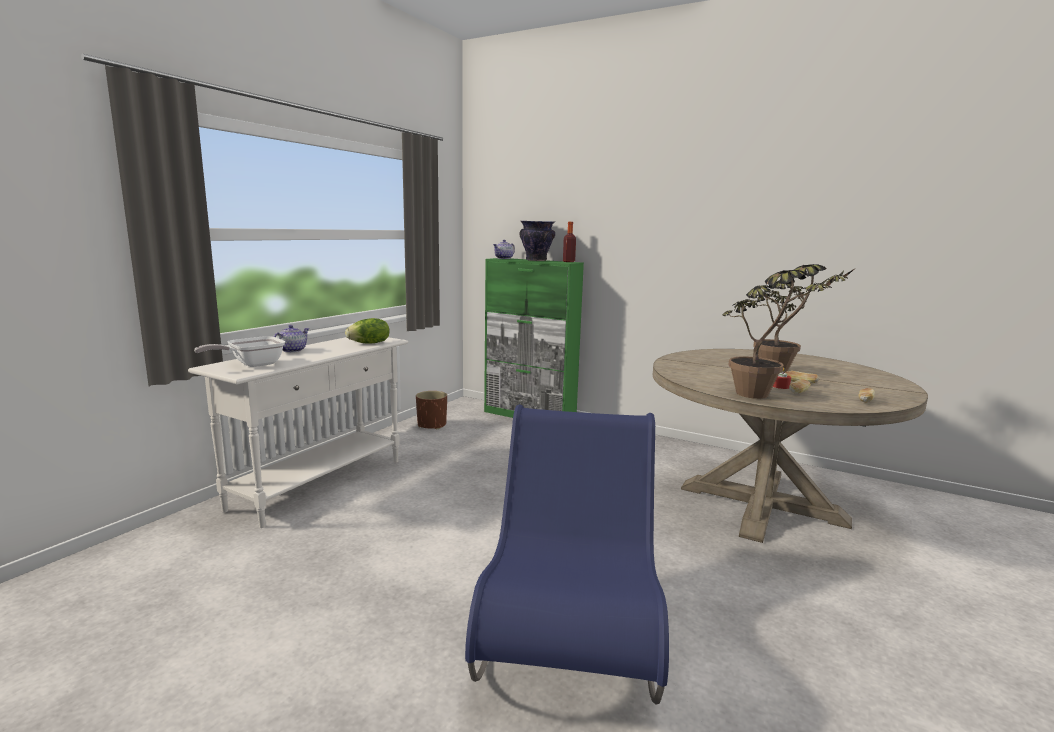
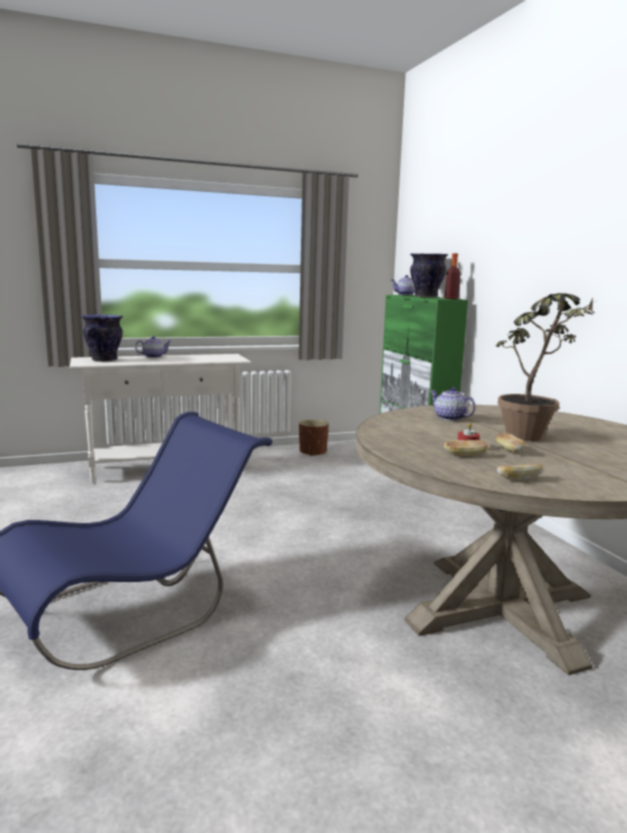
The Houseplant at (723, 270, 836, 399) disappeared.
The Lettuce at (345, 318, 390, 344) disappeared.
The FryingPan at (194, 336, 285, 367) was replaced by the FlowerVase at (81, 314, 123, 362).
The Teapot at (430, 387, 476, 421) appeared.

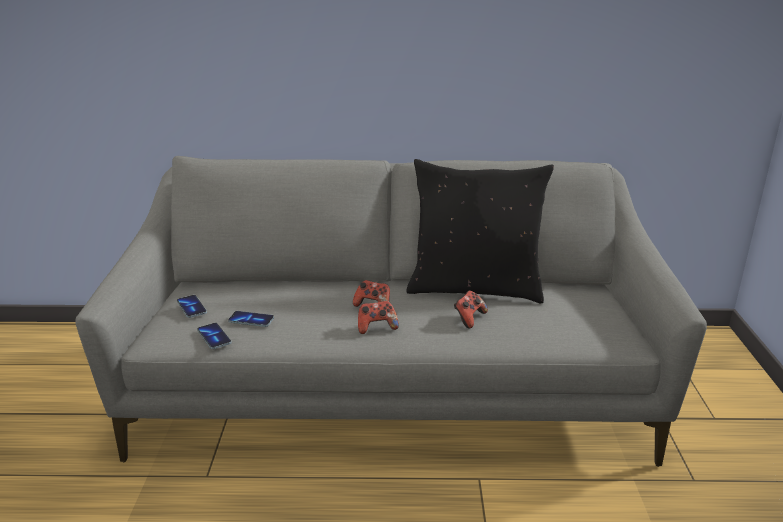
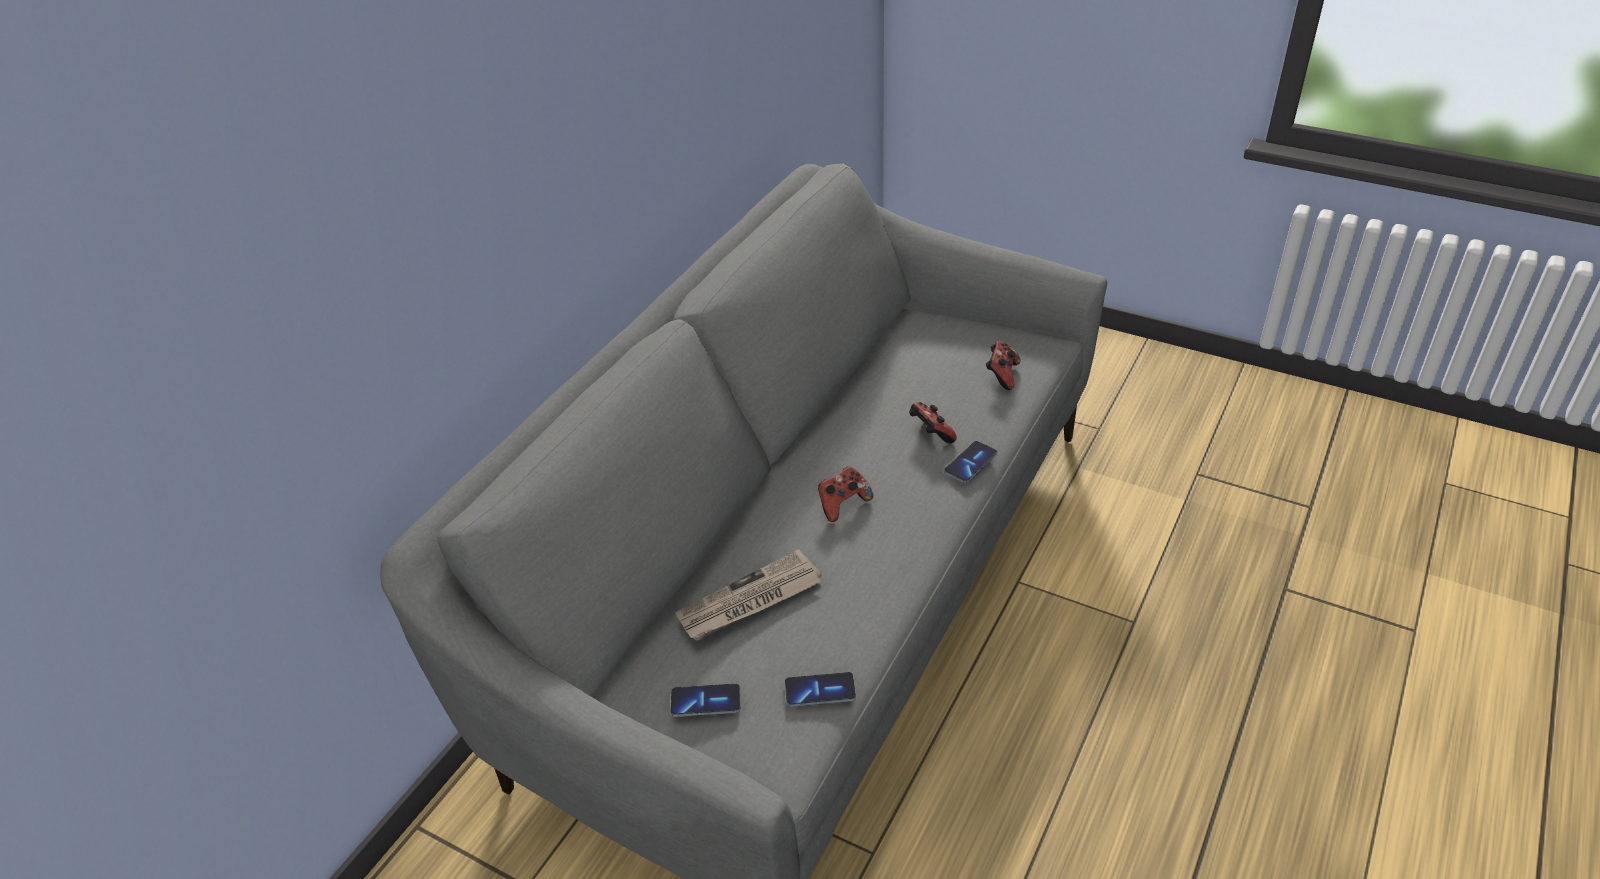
The BlackColouredThrowPillow at (406, 159, 554, 304) disappeared.
The Gamepad moved from (358, 301, 399, 334) to (986, 341, 1020, 390).
The Handset moved from (228, 311, 274, 327) to (944, 441, 997, 483).
The DailyPaper at (675, 549, 822, 641) appeared.

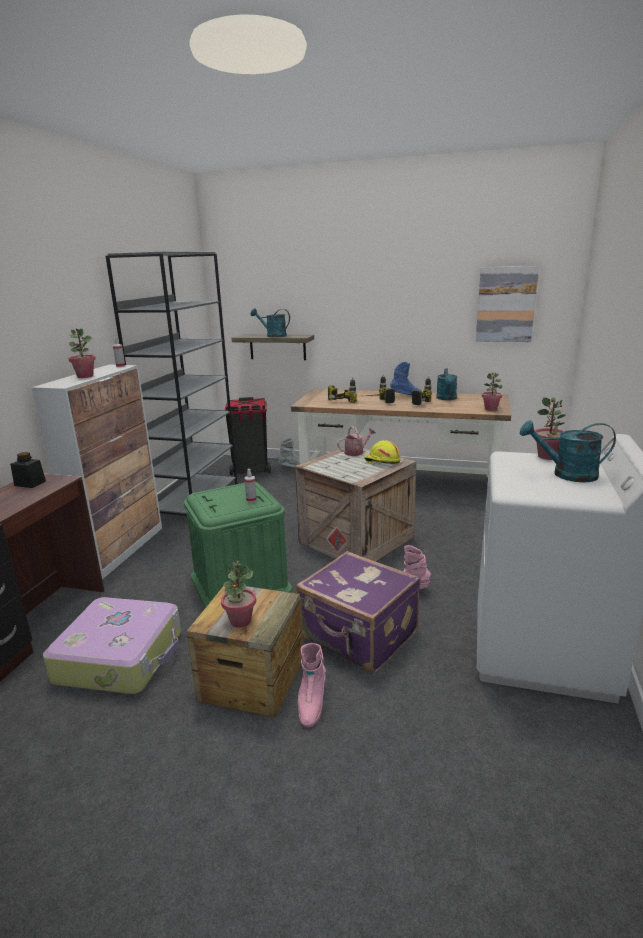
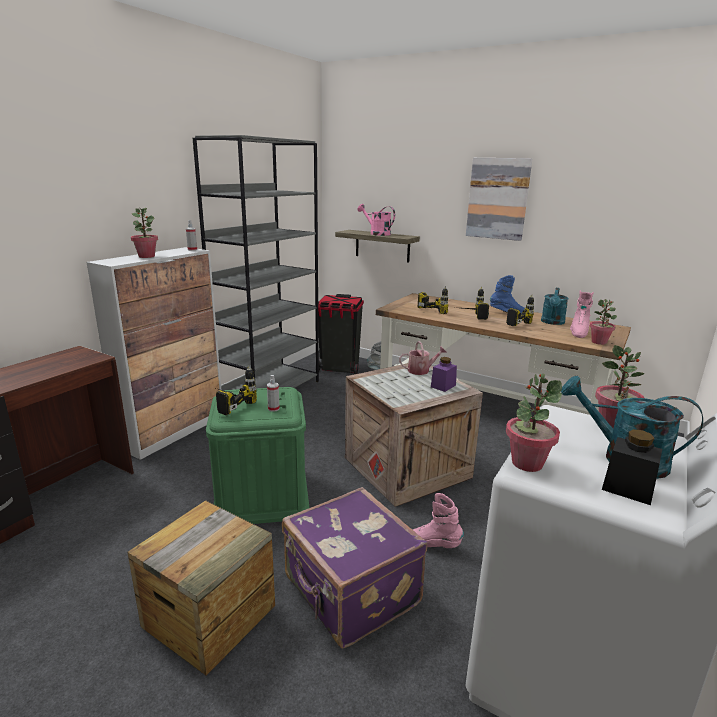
The Picture moved from (476, 266, 539, 342) to (466, 158, 532, 241).
The TurquoiseWateringPot at (250, 308, 290, 337) became the PinkColouredWateringPot at (357, 204, 395, 236).
The YellowishSafetyHelmet at (364, 440, 401, 464) was replaced by the PurpleColouredJar at (431, 357, 457, 392).
The BlackColouredJar moved from (10, 452, 46, 488) to (602, 429, 662, 505).
The Houseplant moved from (221, 561, 256, 628) to (506, 374, 562, 472).
The PieceOfLuggage at (43, 597, 181, 694) disappeared.
The PinkColouredTallBoot moved from (298, 643, 326, 728) to (570, 291, 594, 338).
The Drill at (216, 366, 257, 415) appeared.

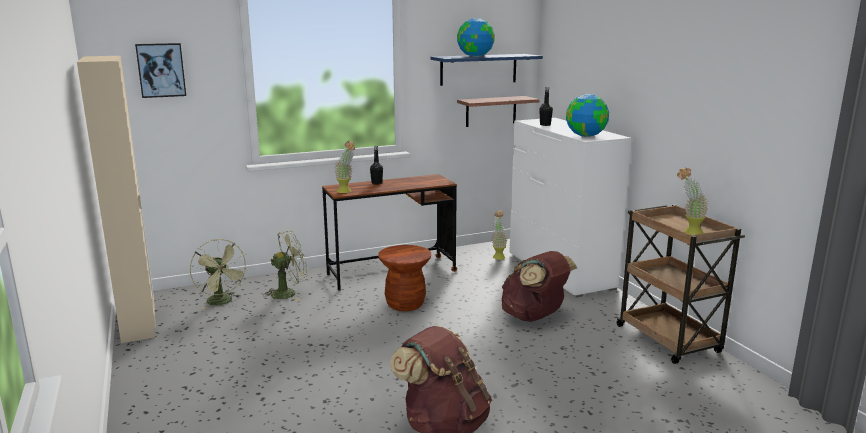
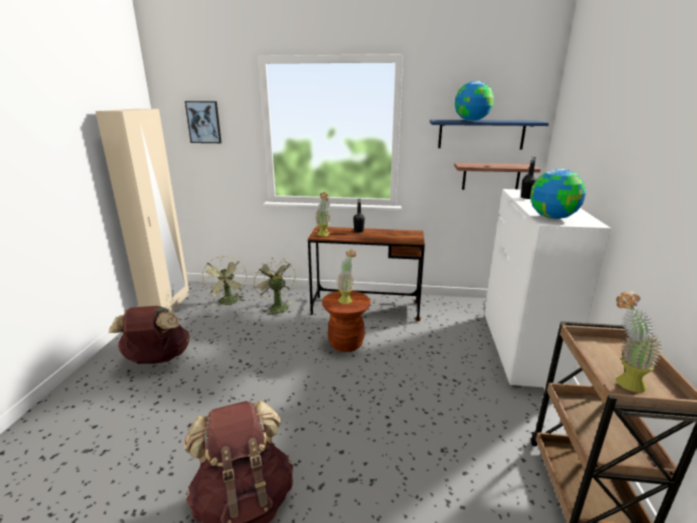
The Houseplant moved from (491, 210, 508, 260) to (336, 249, 357, 304).
The GreenishFan at (263, 231, 308, 301) turned 120 degrees counterclockwise.
The BrownColouredKnapsack moved from (502, 251, 577, 322) to (109, 306, 190, 364).

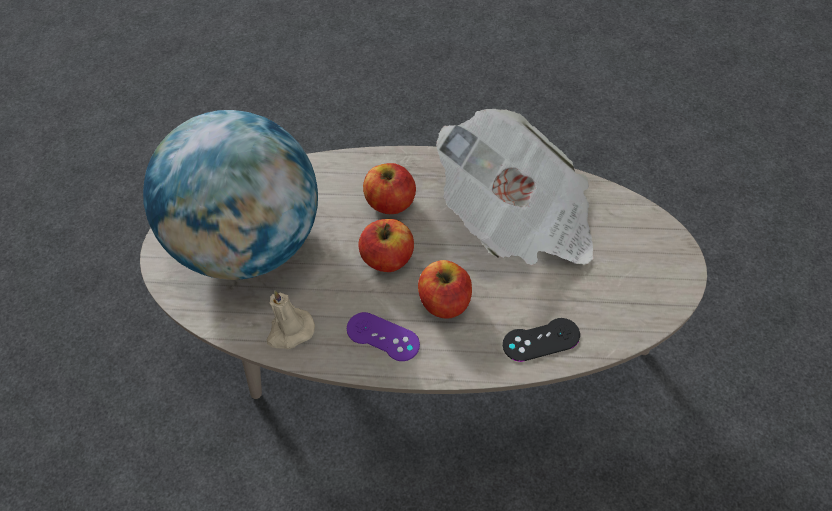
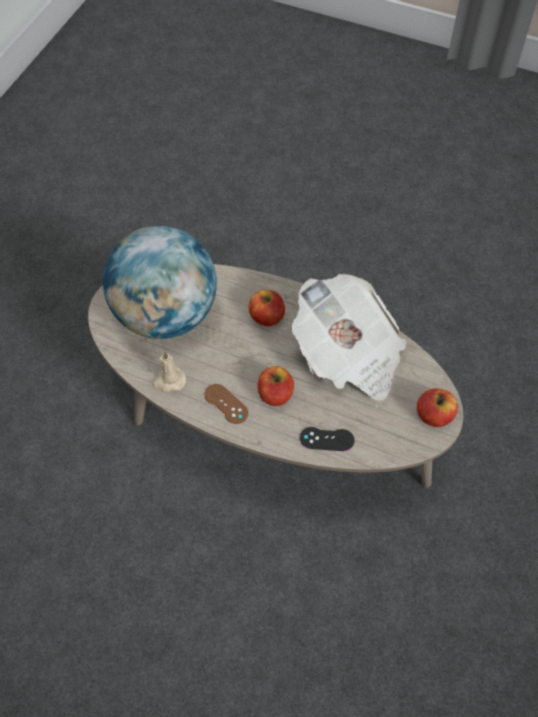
The AppleFruit moved from (358, 219, 414, 272) to (417, 389, 458, 427).
The PurpleColouredGamepad at (347, 312, 420, 361) became the BrownColouredGamepad at (205, 384, 248, 424).

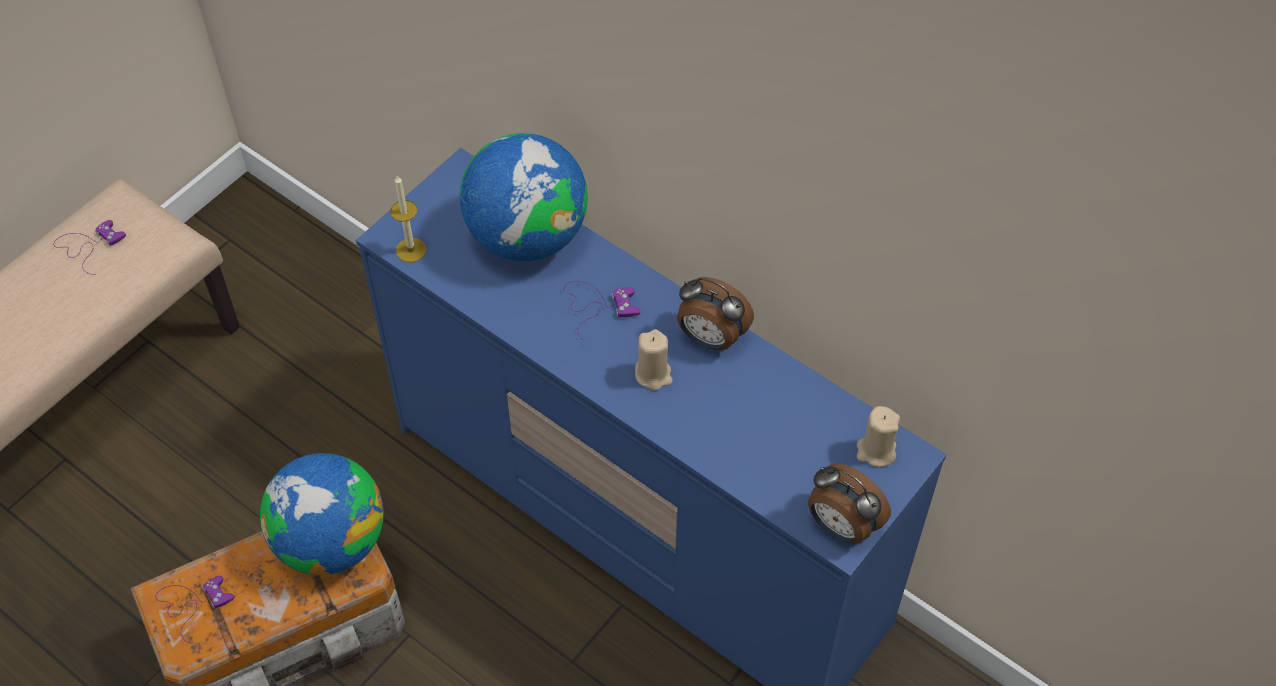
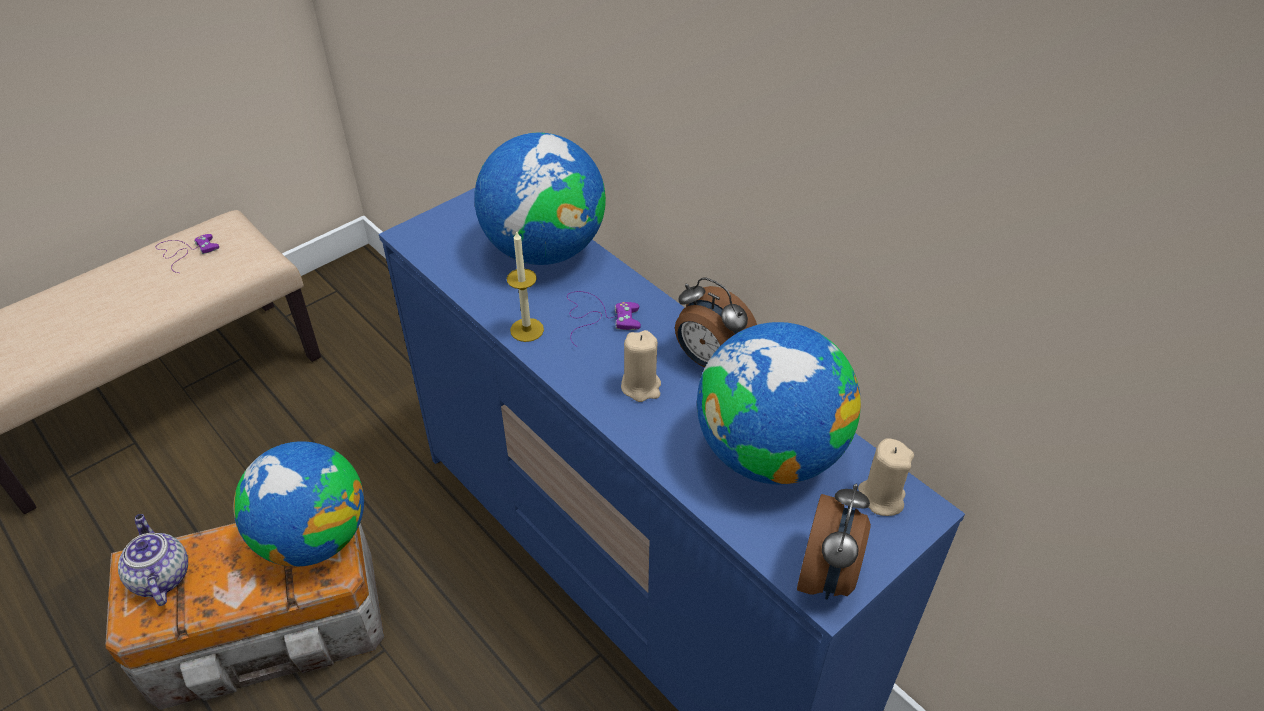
The Candle moved from (390, 176, 427, 262) to (507, 230, 544, 342).
The AlarmClock at (808, 463, 891, 544) turned 120 degrees counterclockwise.
The PurpleColouredGamepad at (155, 576, 234, 644) was replaced by the Teapot at (118, 514, 188, 606).
The Globe at (697, 322, 861, 484) appeared.

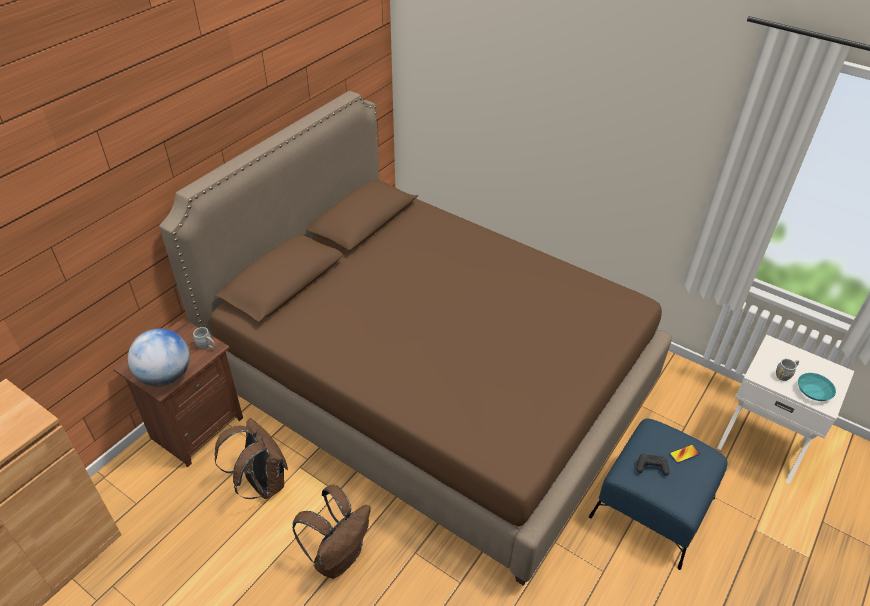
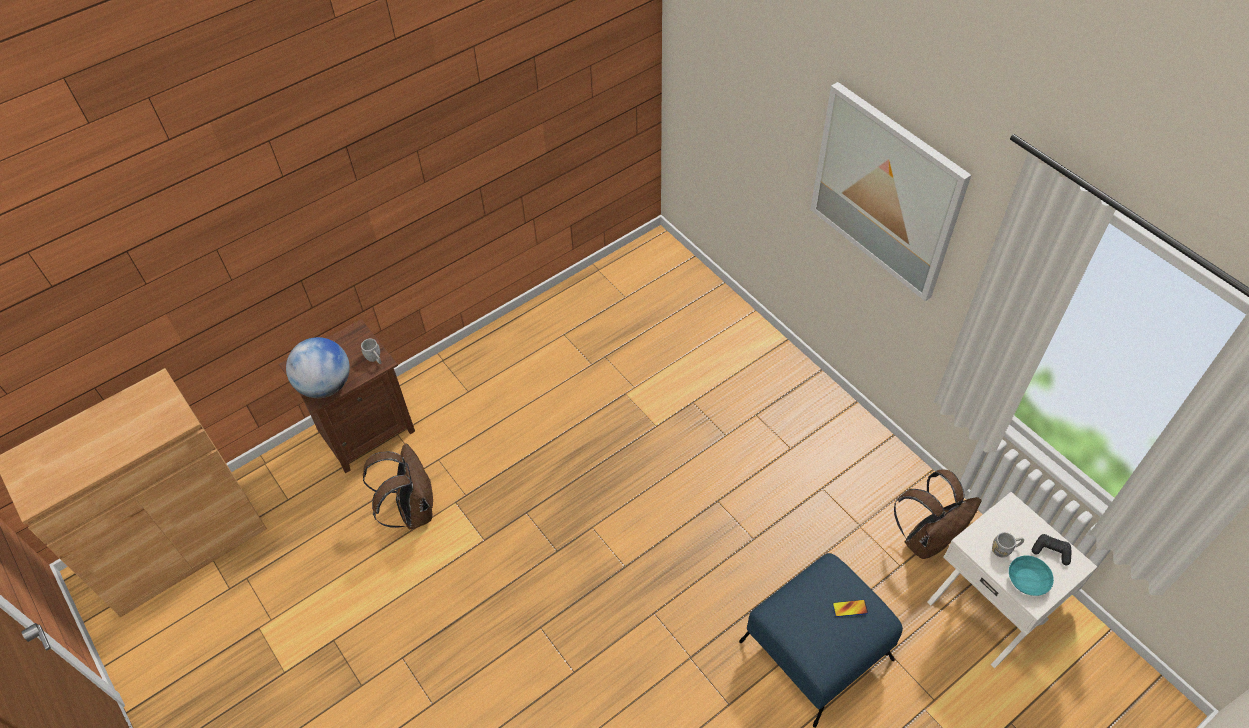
The BrownColouredSleepingBed at (159, 91, 672, 586) disappeared.
The BlackColouredGamepad moved from (636, 454, 670, 476) to (1032, 534, 1071, 565).
The BrownColouredKnapsack moved from (292, 485, 371, 579) to (894, 469, 982, 559).
The Picture at (810, 82, 971, 301) appeared.

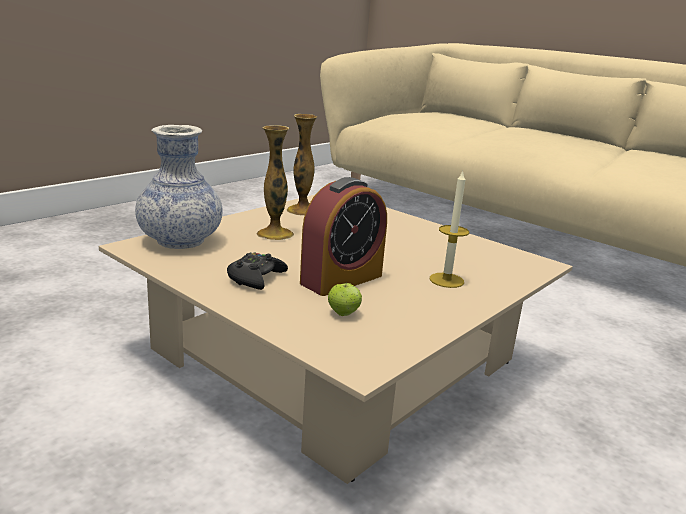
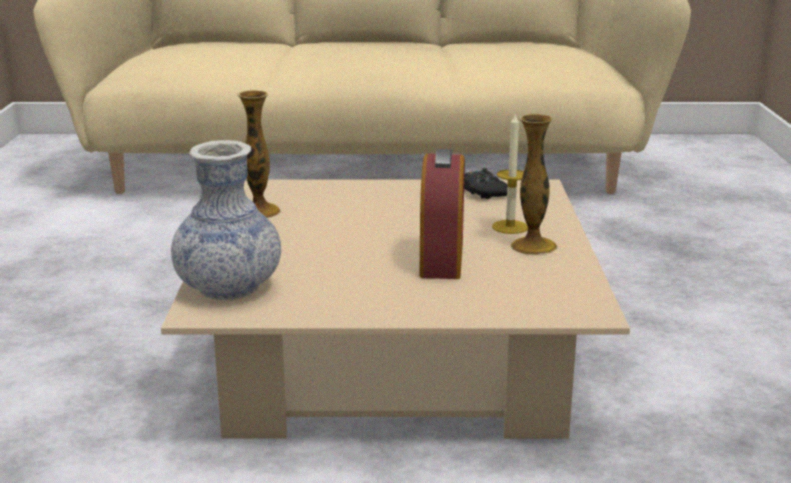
The FlowerVase moved from (257, 125, 294, 240) to (511, 114, 558, 255).
The BlackColouredGamepad moved from (227, 252, 288, 290) to (464, 168, 508, 199).
The AppleFruit at (328, 282, 362, 316) disappeared.

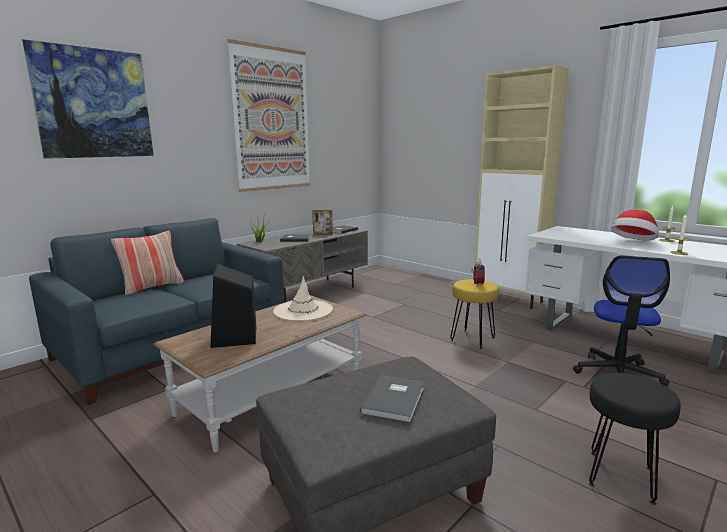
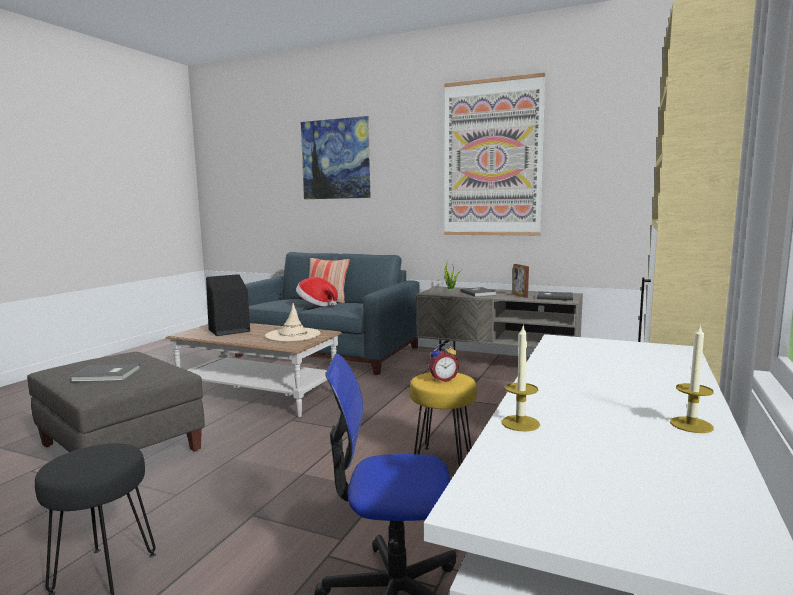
The ClothingHat moved from (611, 210, 659, 240) to (296, 277, 338, 307).

